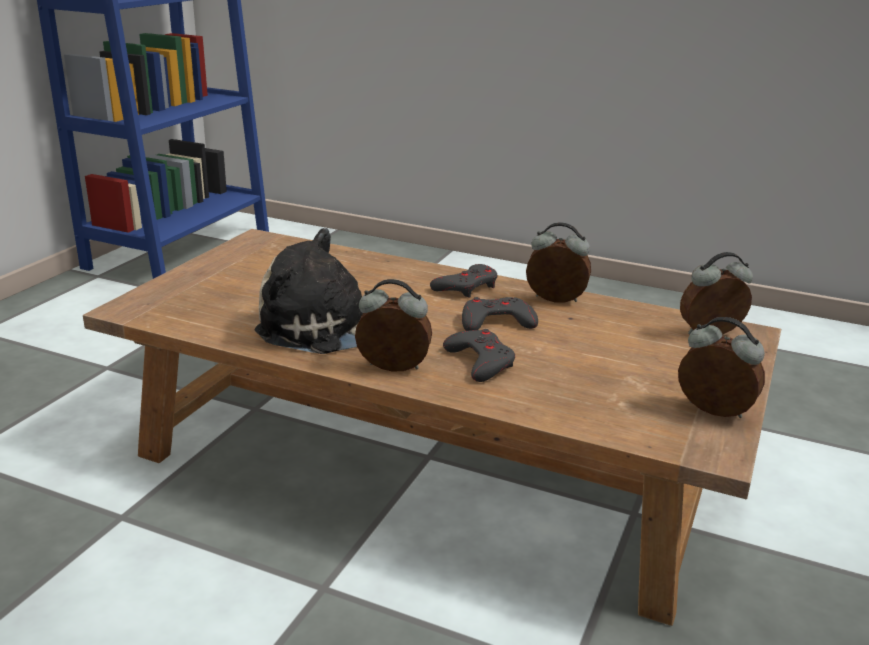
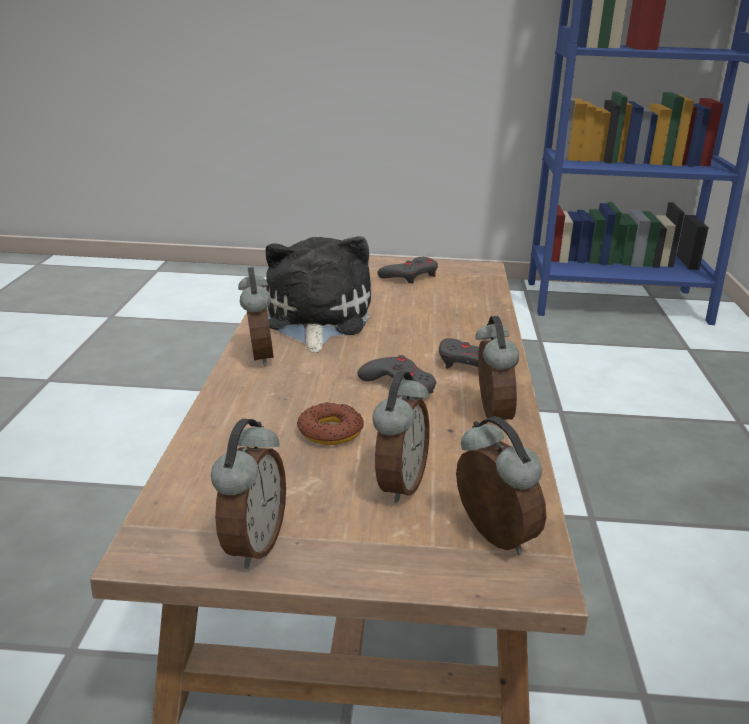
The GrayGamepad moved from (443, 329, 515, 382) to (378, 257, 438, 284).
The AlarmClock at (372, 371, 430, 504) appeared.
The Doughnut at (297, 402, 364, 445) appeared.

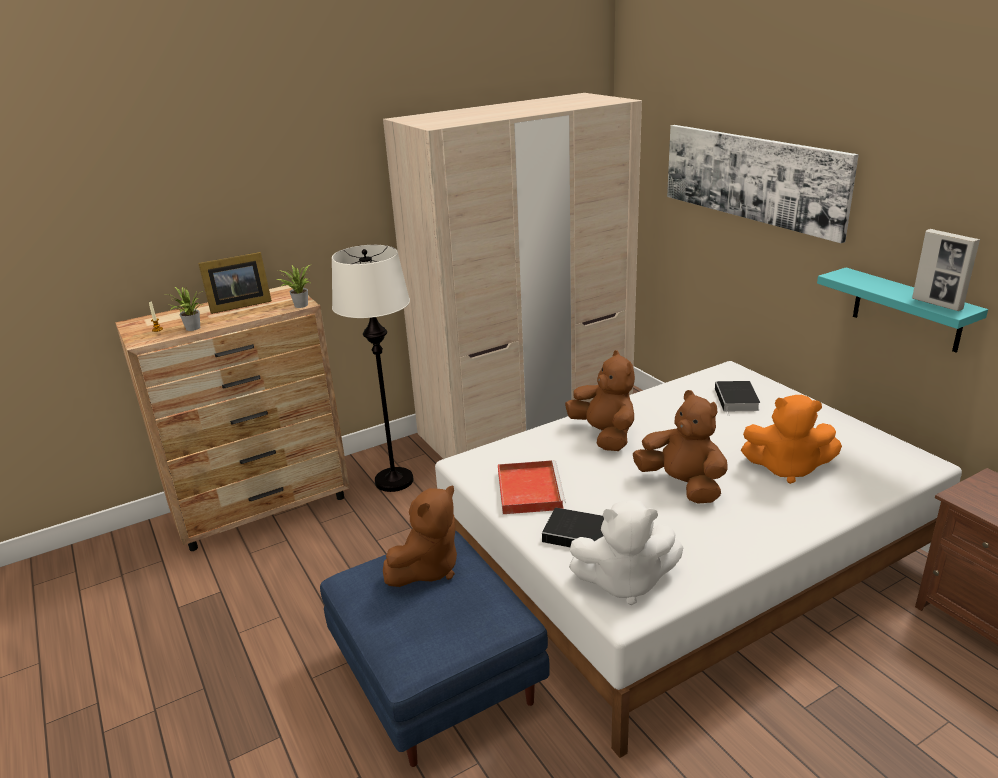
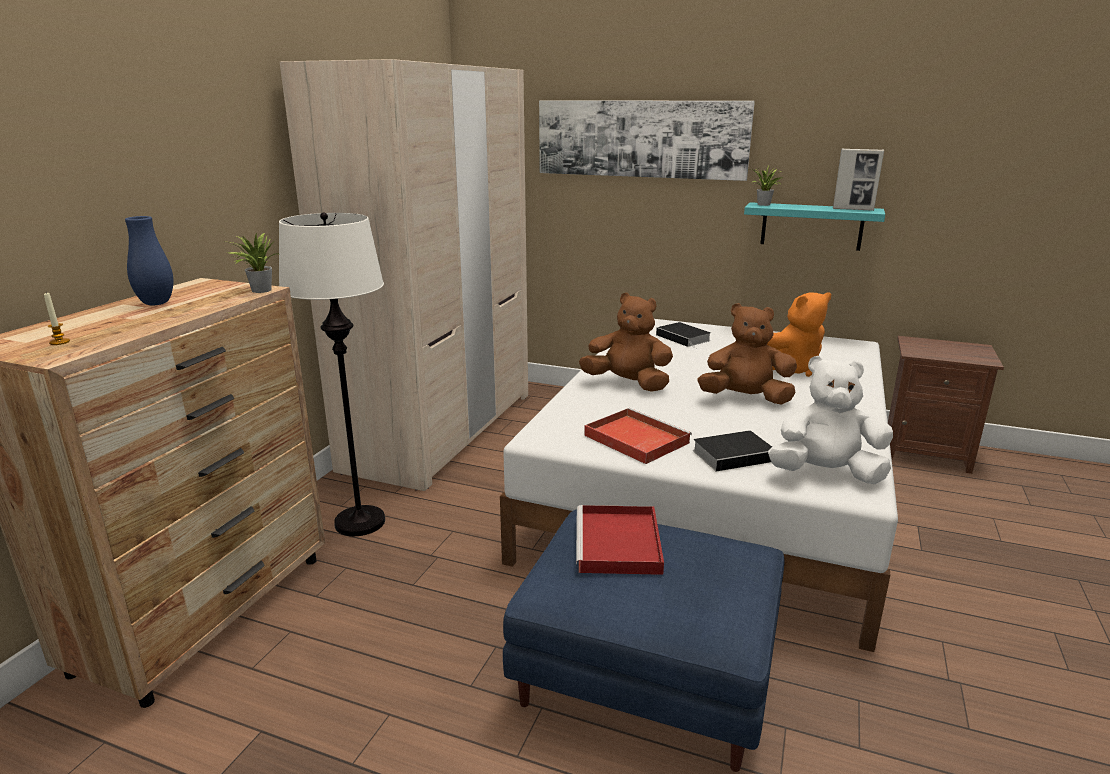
The StandingFrame at (198, 252, 272, 314) was replaced by the BlueColouredFlowerVase at (125, 216, 173, 305).
The Houseplant moved from (168, 287, 203, 331) to (751, 166, 781, 206).
The BrownColouredSoftToy at (383, 485, 457, 587) was replaced by the RedColouredServingTray at (576, 505, 664, 575).
The WhiteSoftToy at (569, 500, 684, 605) turned 135 degrees counterclockwise.

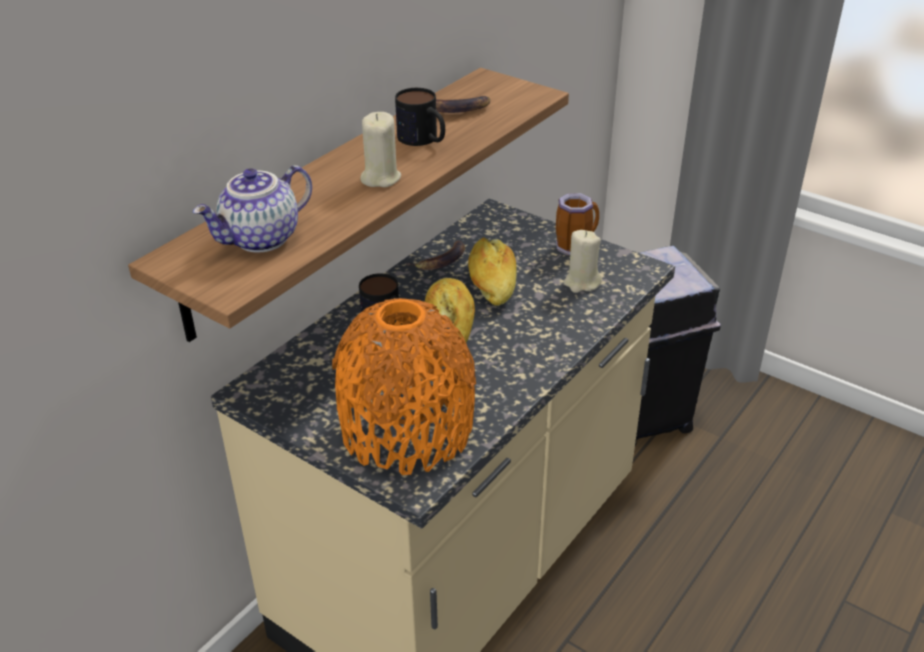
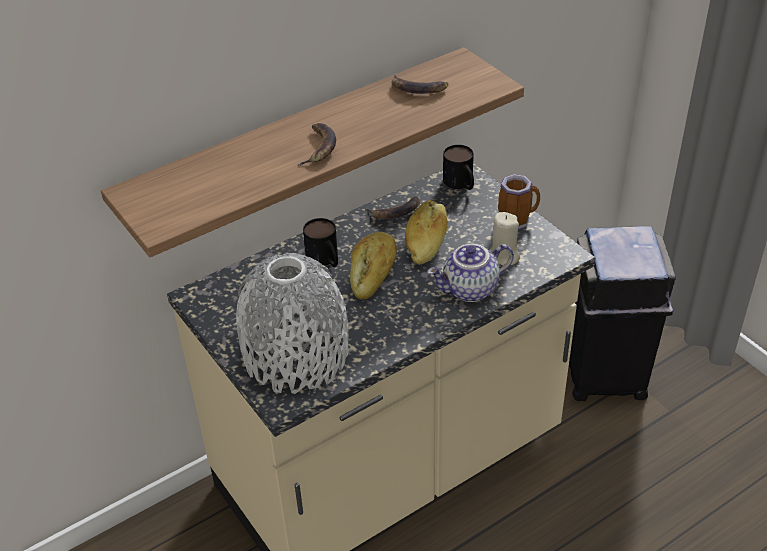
The CoffeeMug moved from (395, 88, 445, 146) to (443, 145, 474, 190).
The BeigeCandle at (360, 112, 401, 187) was replaced by the Banana at (298, 123, 336, 166).
The Teapot moved from (193, 165, 312, 252) to (427, 244, 514, 302).
The OrangeyFlowerVase at (332, 298, 476, 475) became the GrayFlowerVase at (236, 253, 349, 394).

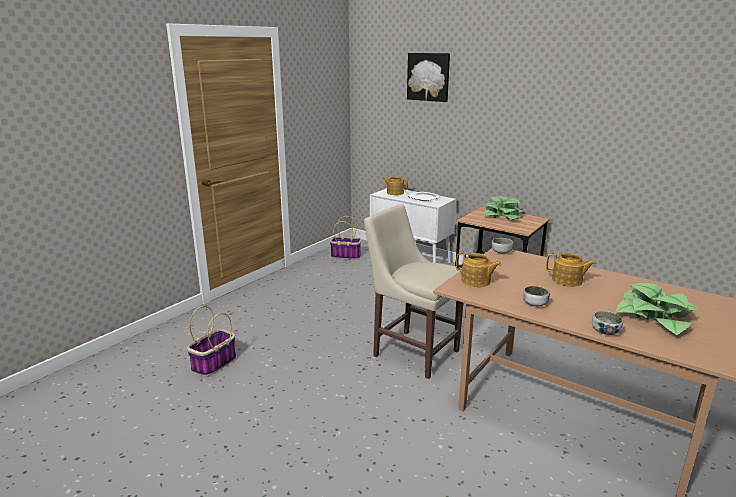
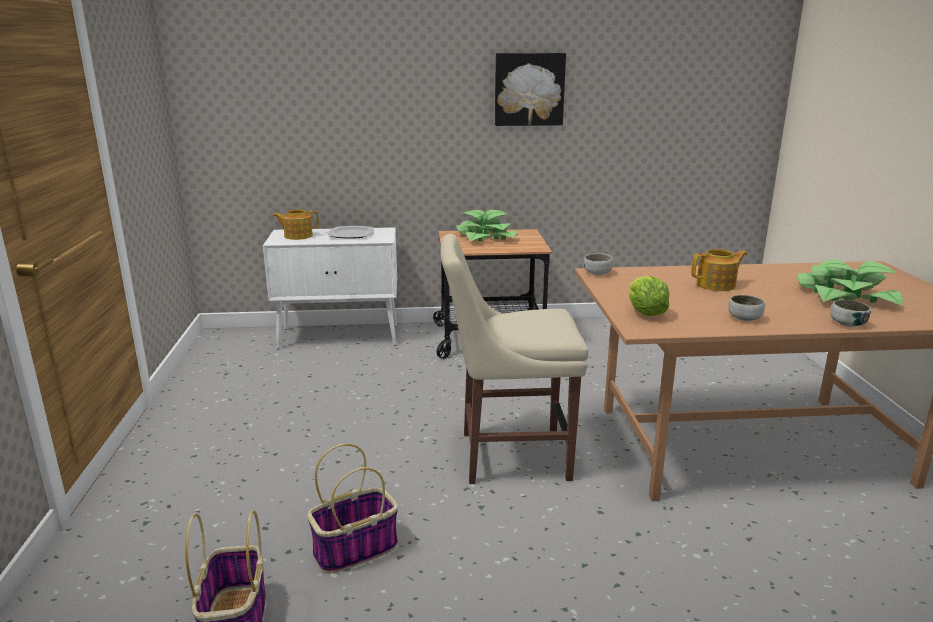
The Picture moved from (407, 53, 450, 102) to (495, 53, 566, 126).
The HouseholdBasket moved from (330, 216, 361, 260) to (307, 443, 398, 574).
The Teapot at (456, 252, 501, 287) was replaced by the Lettuce at (629, 275, 669, 316).

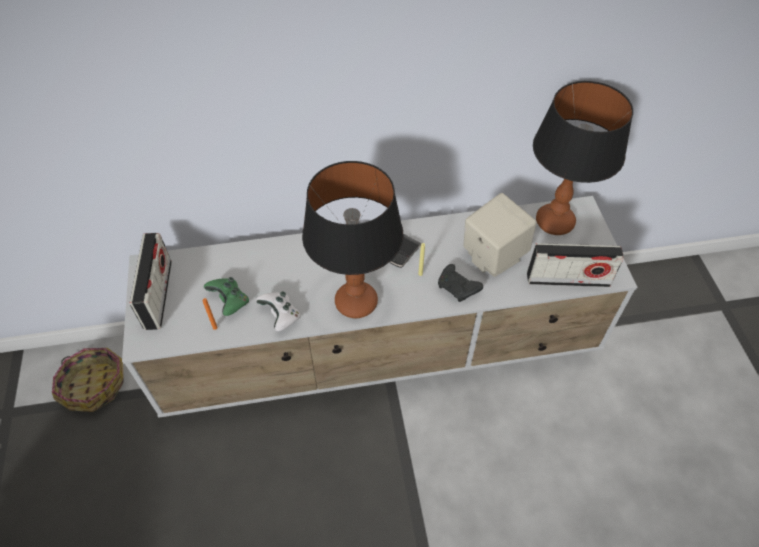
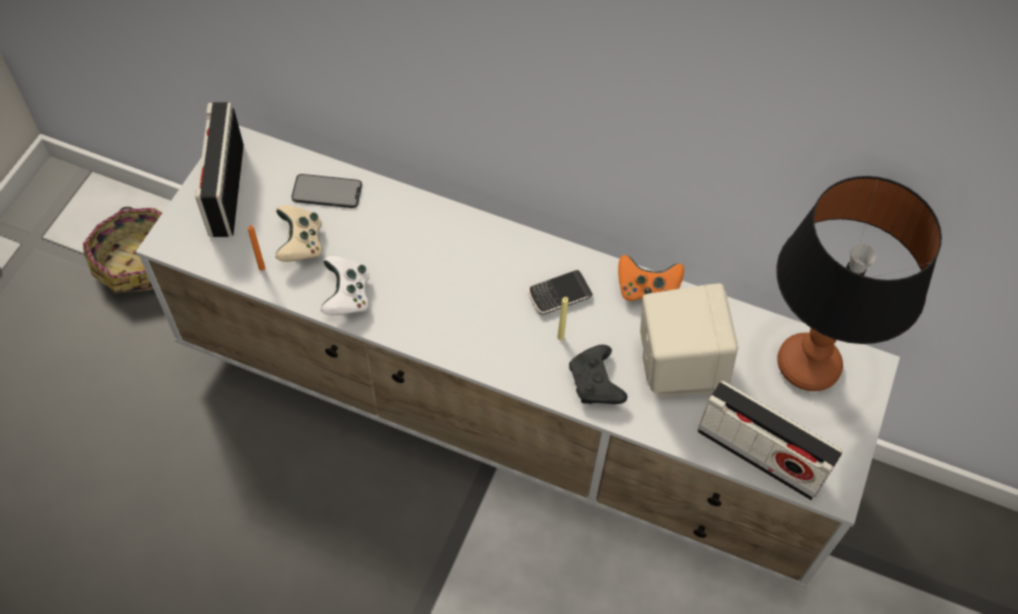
The TableLamp at (302, 161, 404, 318) disappeared.
The RadioReceiver at (130, 233, 172, 330) turned 150 degrees clockwise.
The GreenishGamepad at (204, 277, 249, 316) became the BeigeGamepad at (275, 205, 322, 262).
The Handset at (292, 174, 362, 208) appeared.
The OrangeyGamepad at (618, 255, 684, 301) appeared.

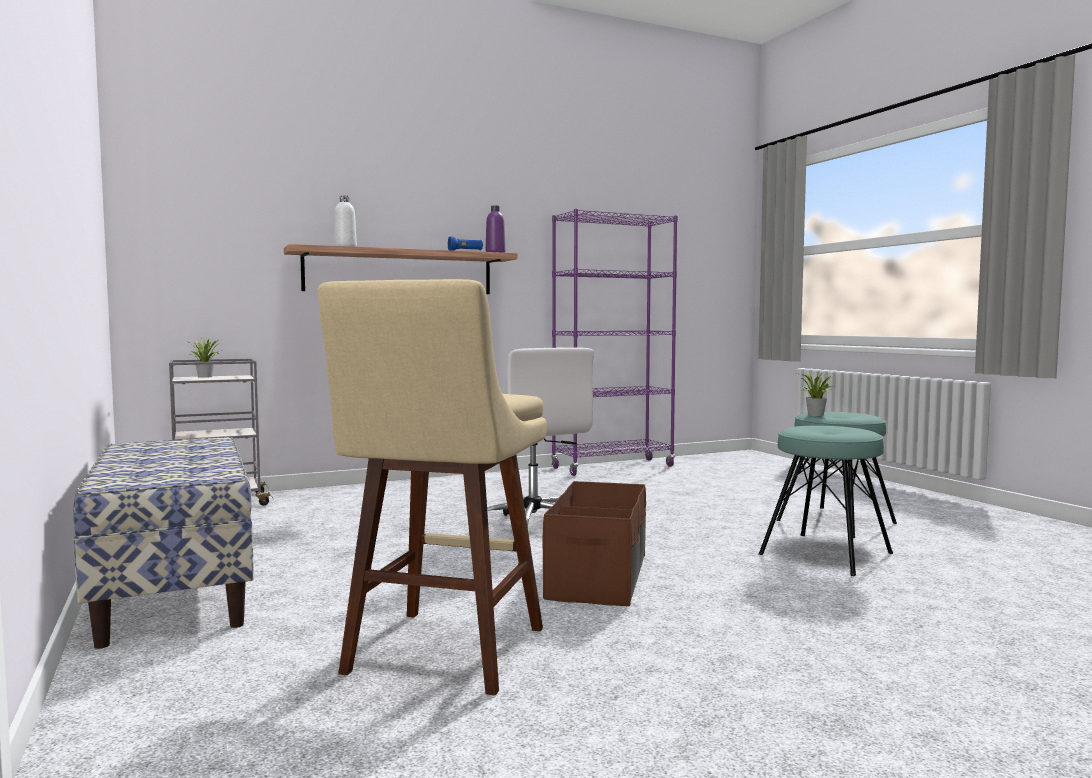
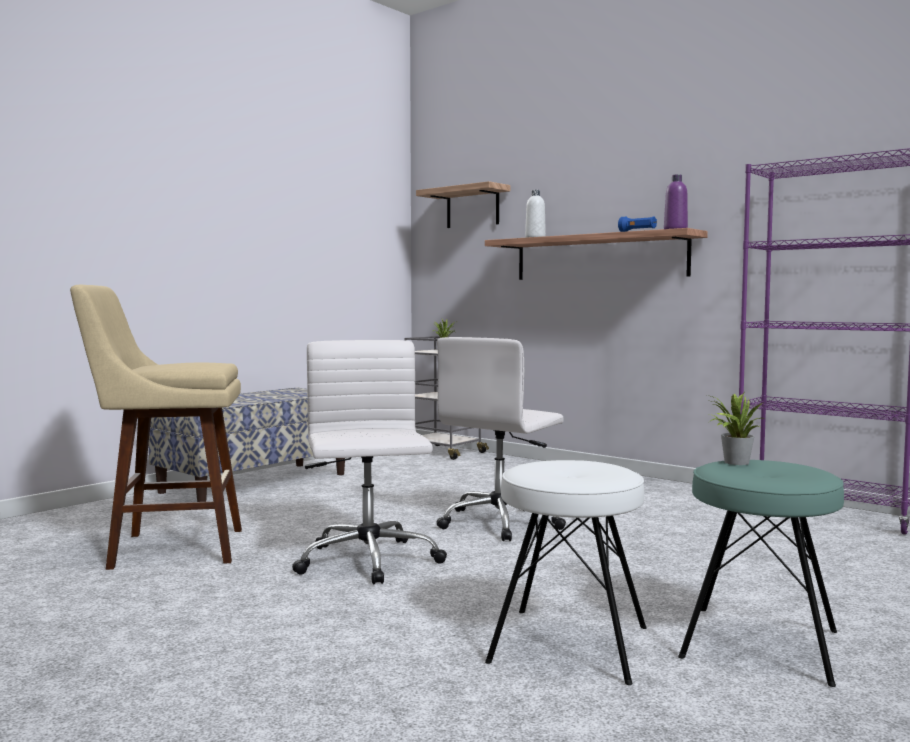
The TurquoiseSittingStool at (759, 426, 893, 576) became the WhiteSittingStool at (485, 460, 647, 685).
The BrownColouredStorageBin at (543, 481, 646, 606) was replaced by the WhiteComputerChair at (292, 340, 447, 584).
The BracketShelf at (416, 181, 510, 228) appeared.

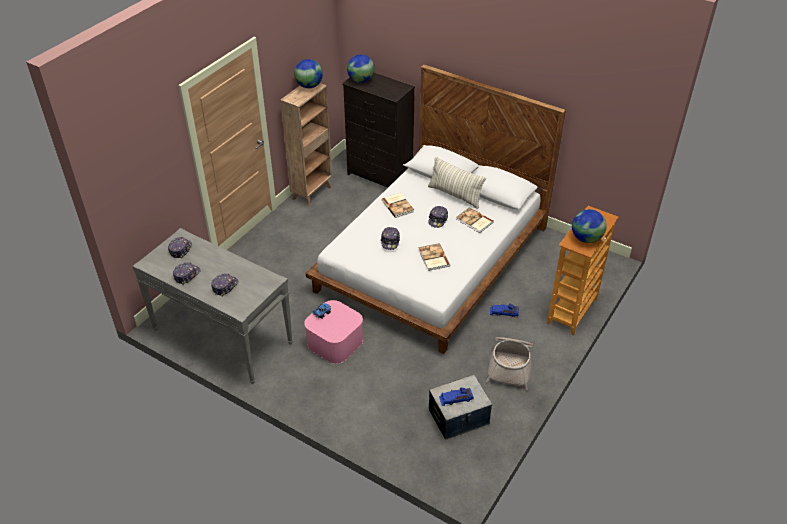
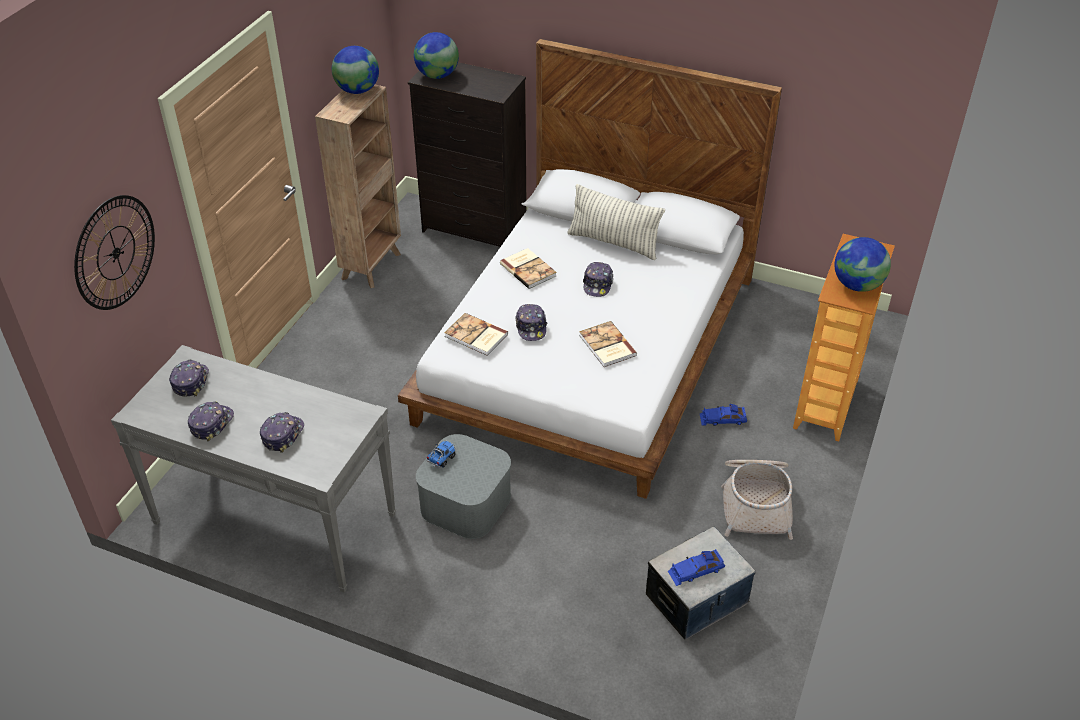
The Book moved from (456, 207, 494, 233) to (444, 313, 508, 356).
The PinkColouredStorageBin at (304, 300, 363, 364) became the GrayStorageBin at (416, 434, 511, 539).
The HangingClock at (74, 195, 155, 310) appeared.

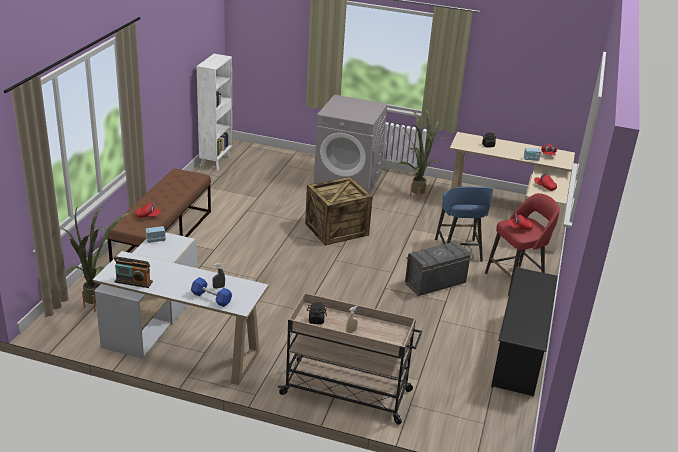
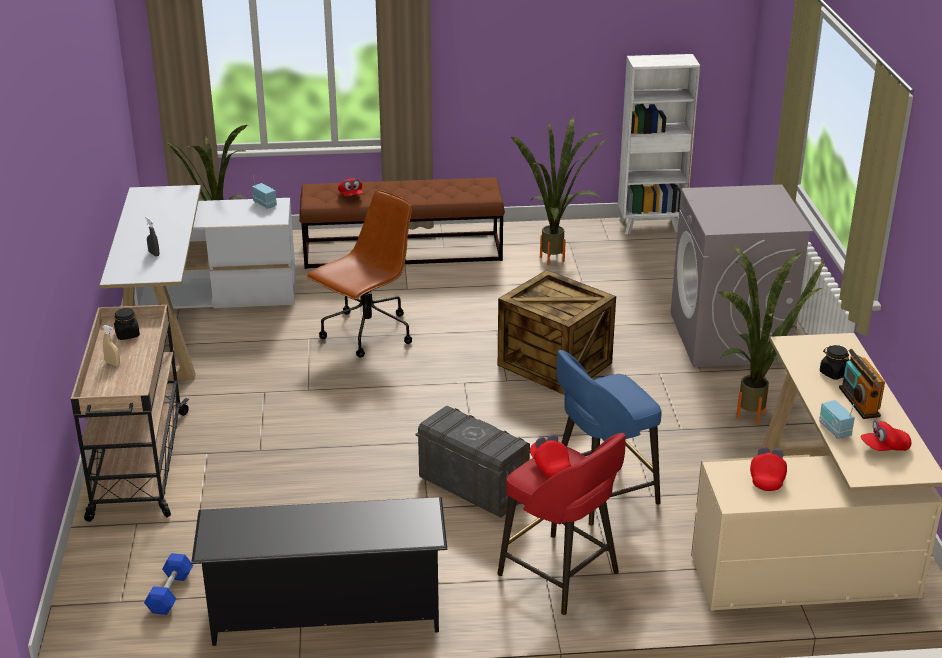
The RadioReceiver moved from (114, 256, 153, 288) to (839, 349, 885, 419).
The BlueColouredHandWeight moved from (191, 277, 232, 307) to (144, 553, 193, 615).
The Houseplant at (511, 117, 609, 265) appeared.
The BrownColouredComputerChair at (307, 190, 412, 358) appeared.

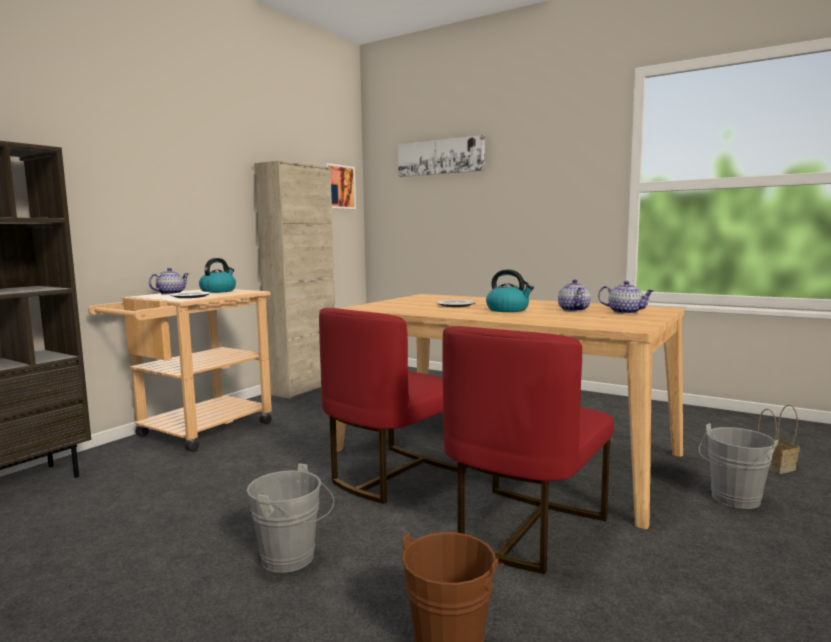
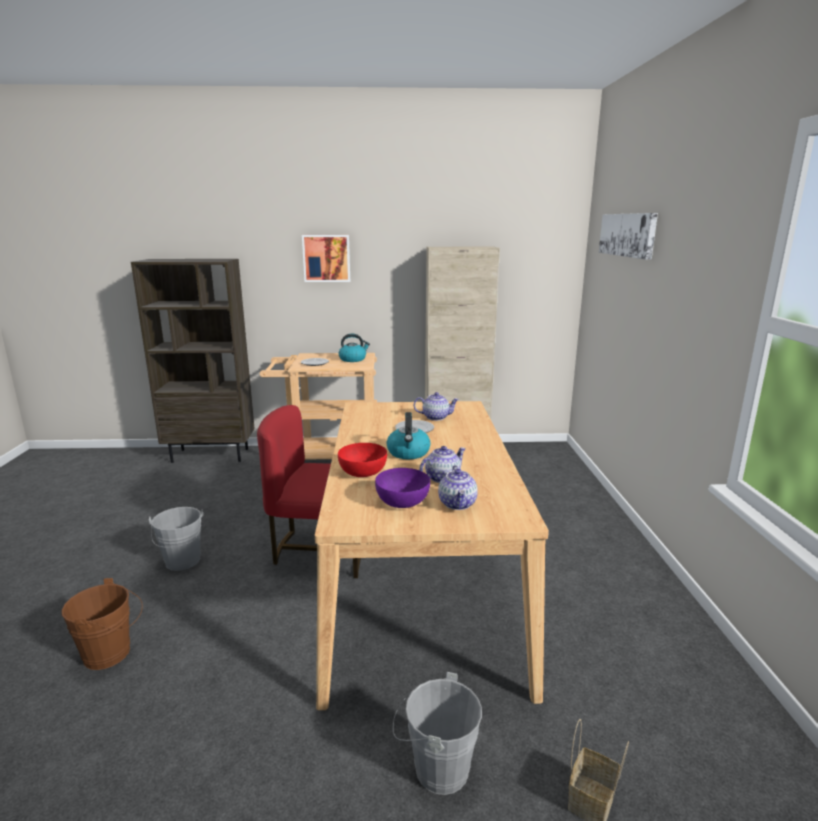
The Picture moved from (323, 163, 356, 209) to (302, 235, 350, 282).
The Teapot moved from (149, 268, 189, 295) to (414, 392, 459, 421).
The RedColouredChair at (442, 326, 614, 574) disappeared.
The RedColouredServingBowl at (338, 443, 387, 477) appeared.
The PurpleColouredServingBowl at (375, 468, 430, 508) appeared.

